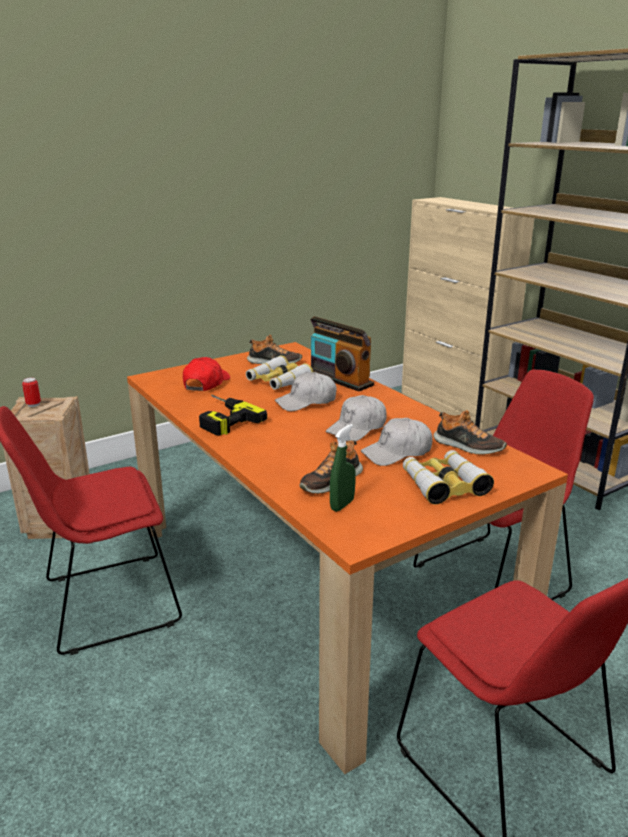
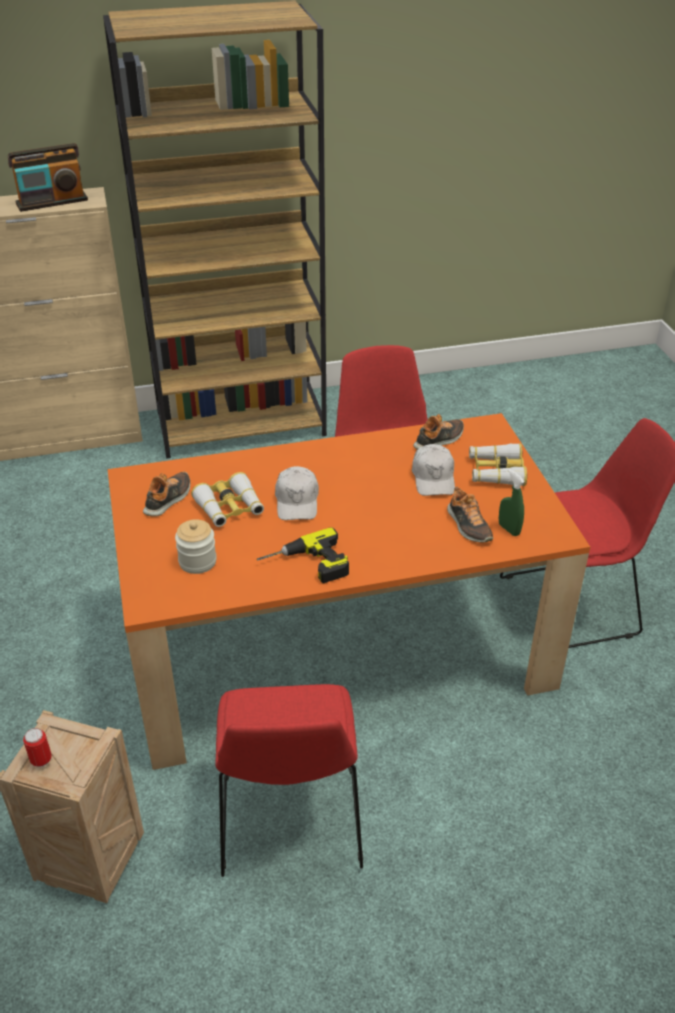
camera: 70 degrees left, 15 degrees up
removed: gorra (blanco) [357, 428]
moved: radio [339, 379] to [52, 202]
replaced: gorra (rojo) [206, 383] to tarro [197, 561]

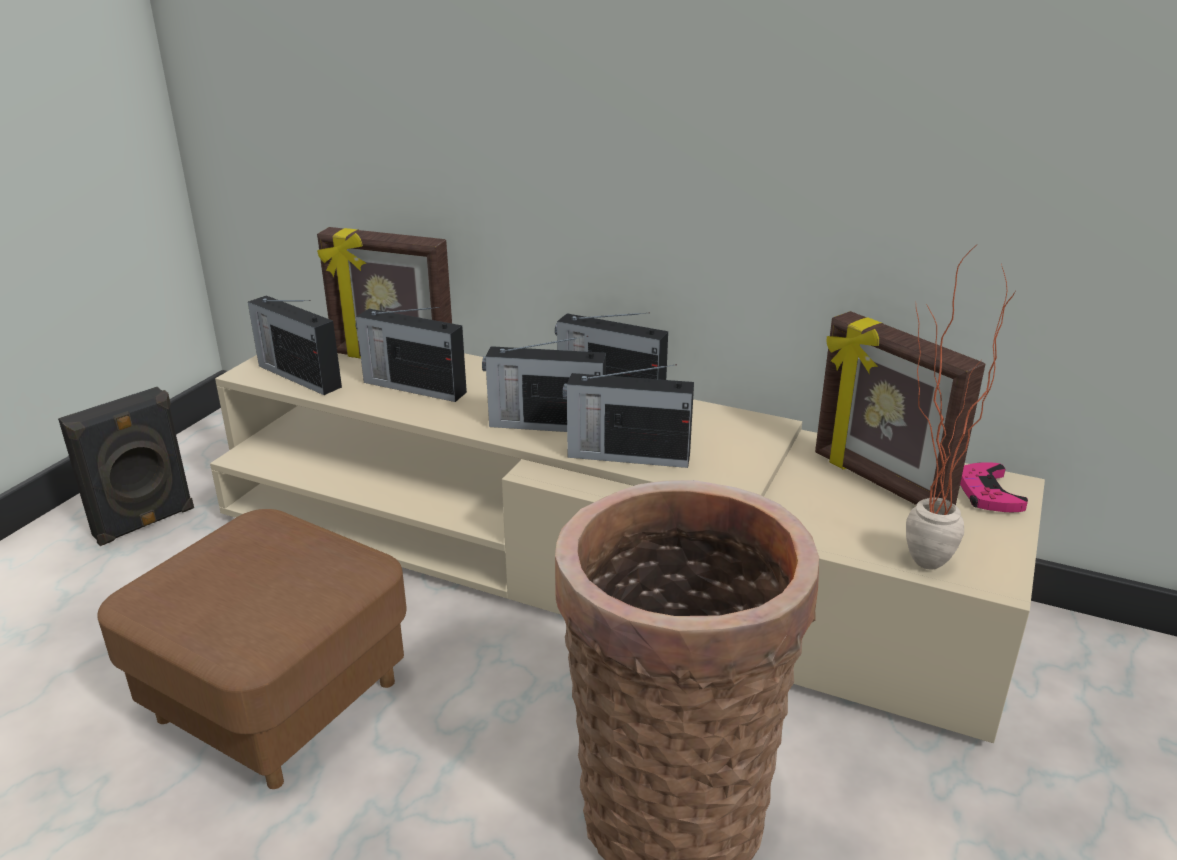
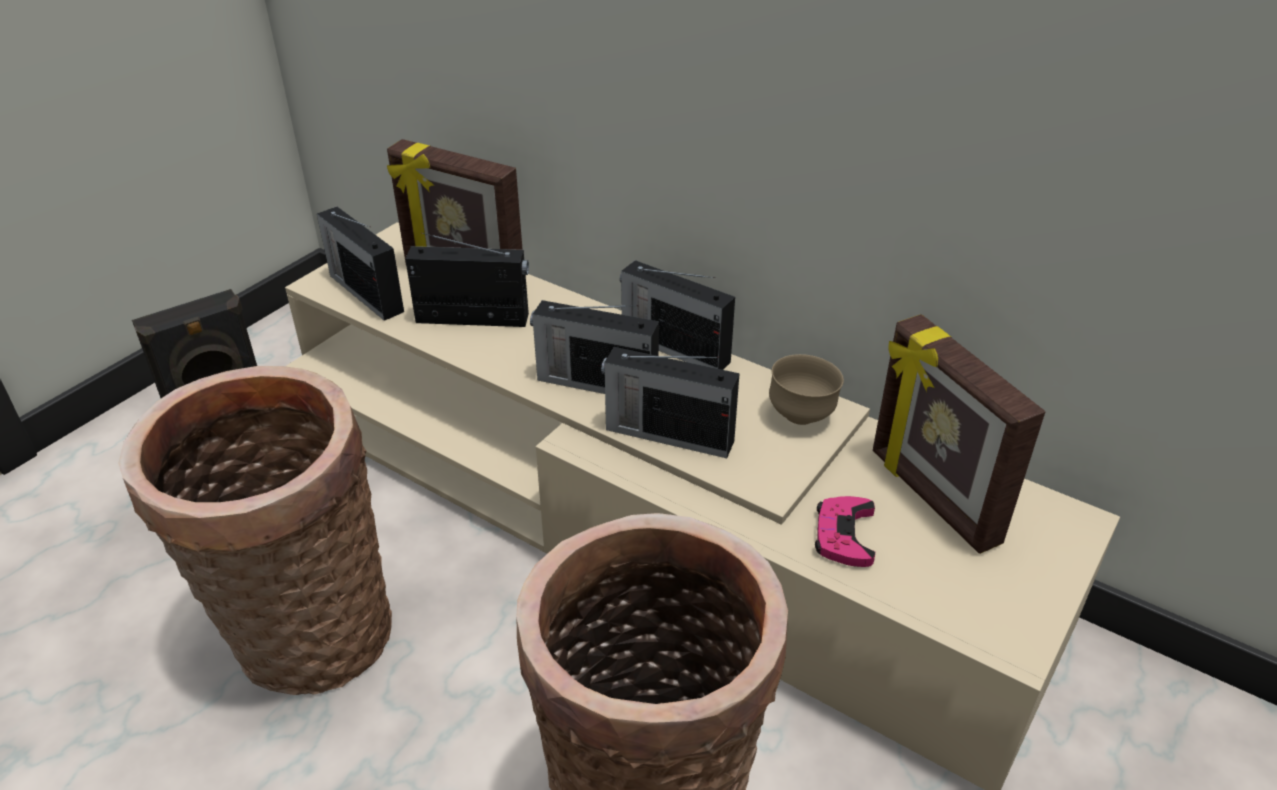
camera: 10 degrees right, 10 degrees up
removed: planta en maceta [910, 563]
added: cuenco (marrón) [801, 416]
moved: mando de consola (rosa) [987, 493] to [844, 535]
replaced: puf (marrón) [276, 700] to cesta [303, 636]
turned: radio [413, 387] = [474, 318] 150 degrees clockwise

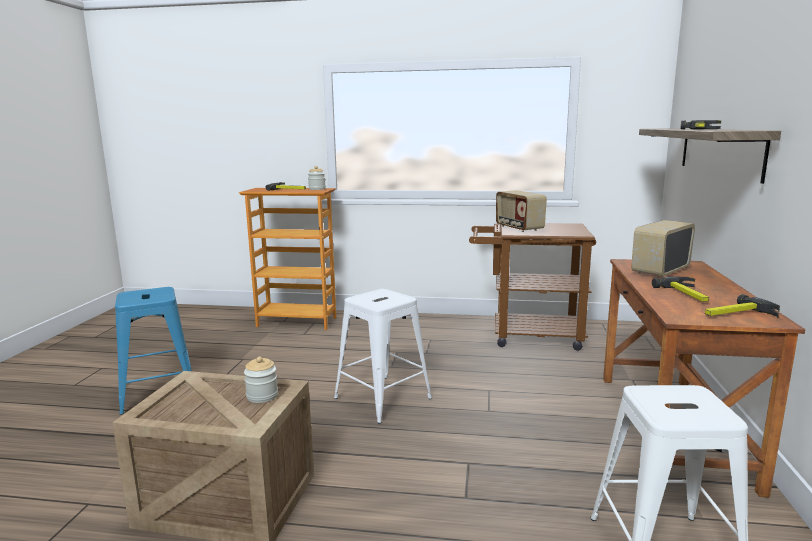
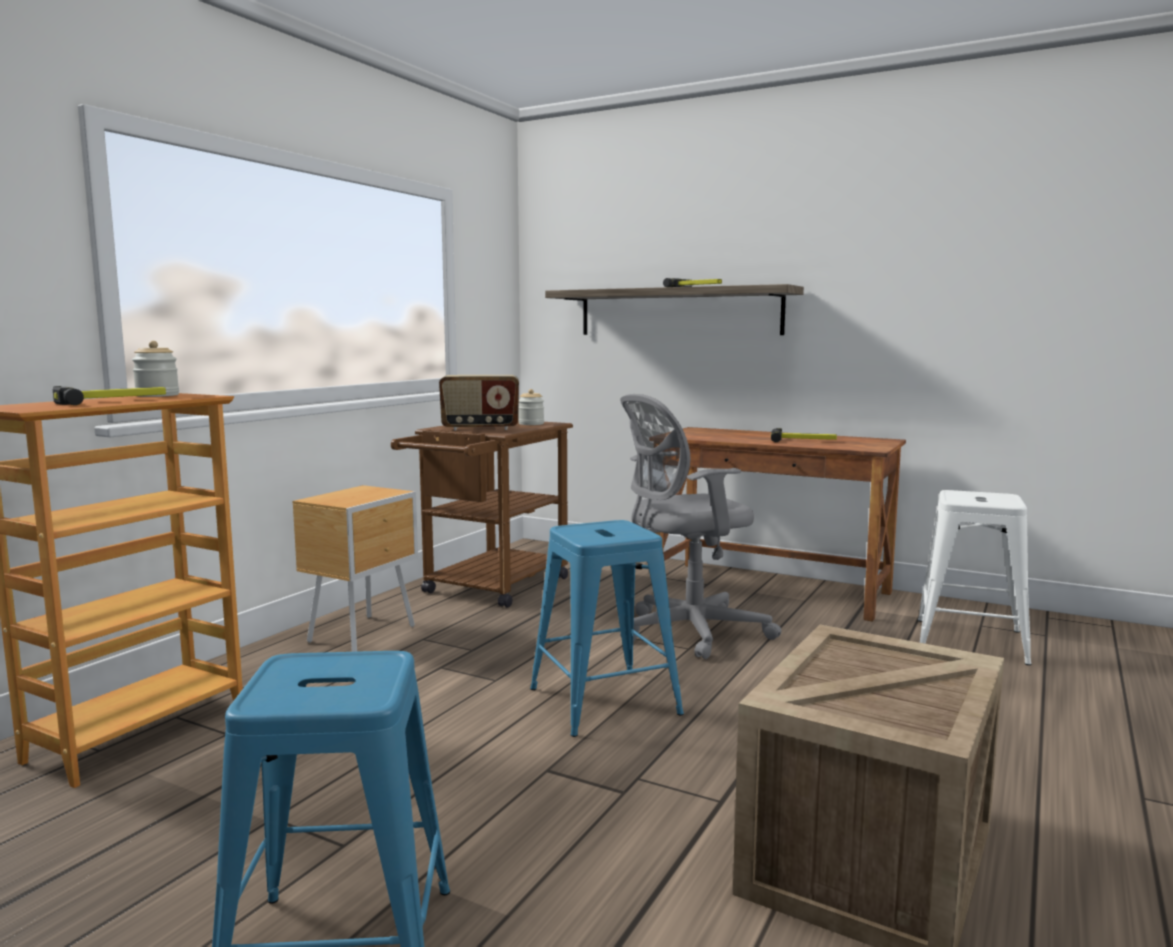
camera: 70 degrees left, 5 degrees down
removed: radio [659, 271]; martillo [737, 314]
added: silla de oficina (gris) [687, 632]; mesita de noche (marrón) [365, 634]
moved: tarro [262, 396] to [531, 424]
recoloured: taburete (blanco) [382, 398] to taburete (azul) [605, 701]

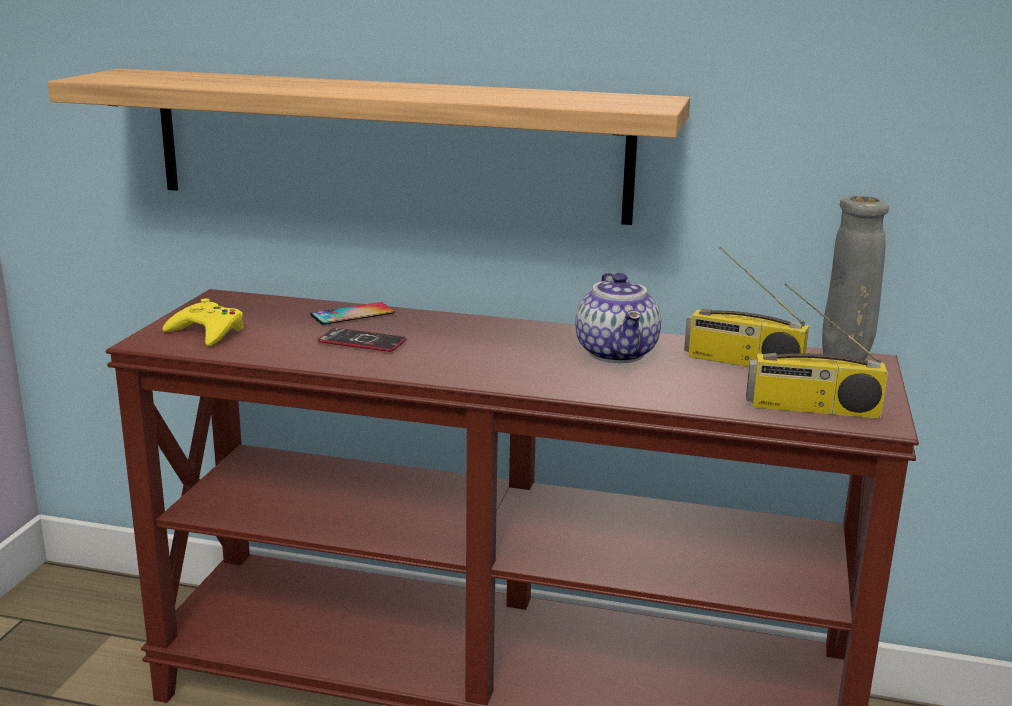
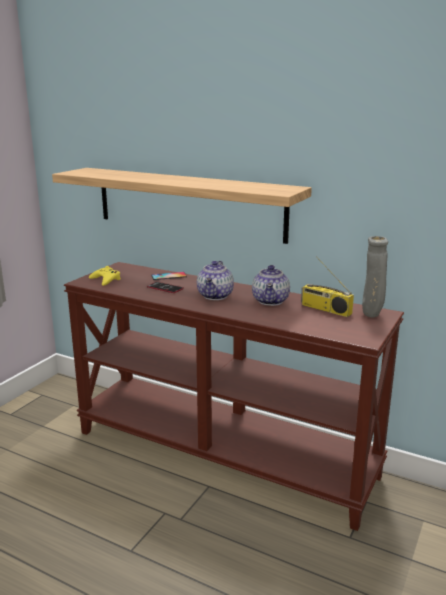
camera: 15 degrees right, 0 degrees up
removed: radio [812, 409]
added: tetera [216, 296]

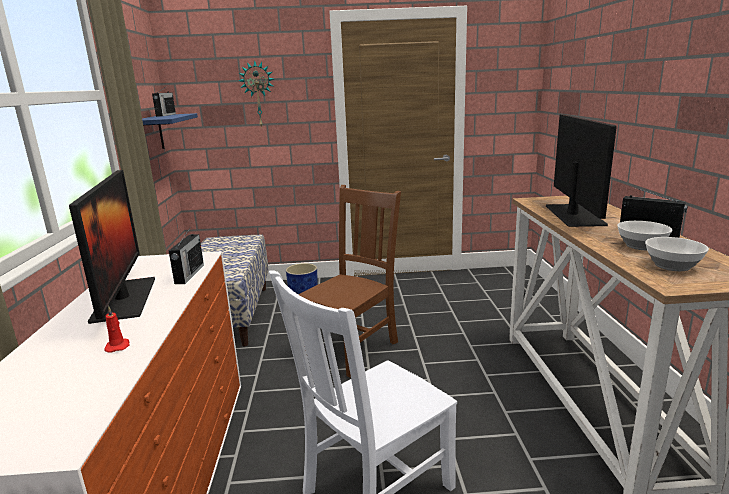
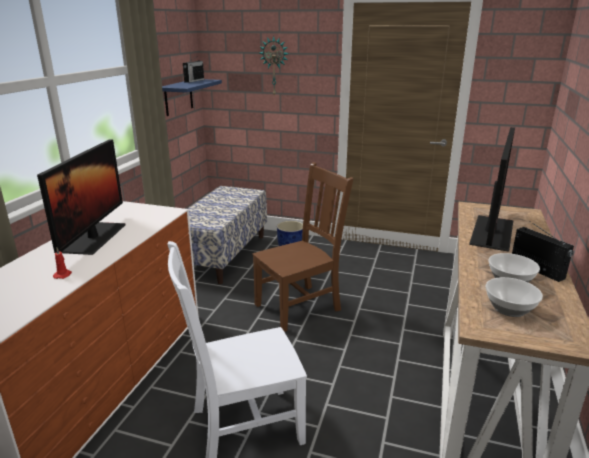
camera: 20 degrees right, 5 degrees up
removed: radio [189, 274]

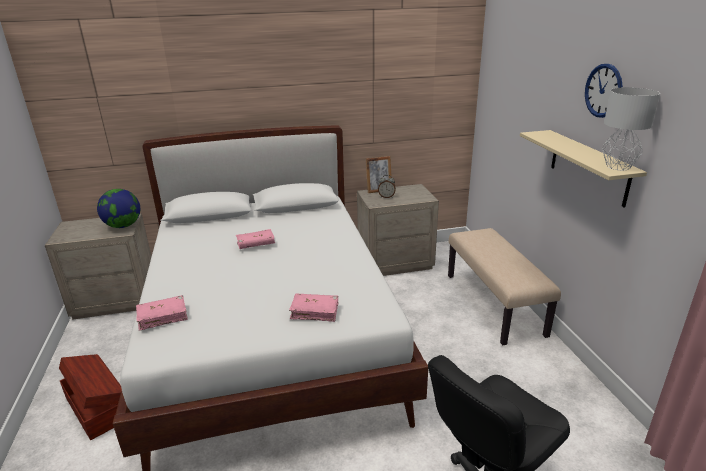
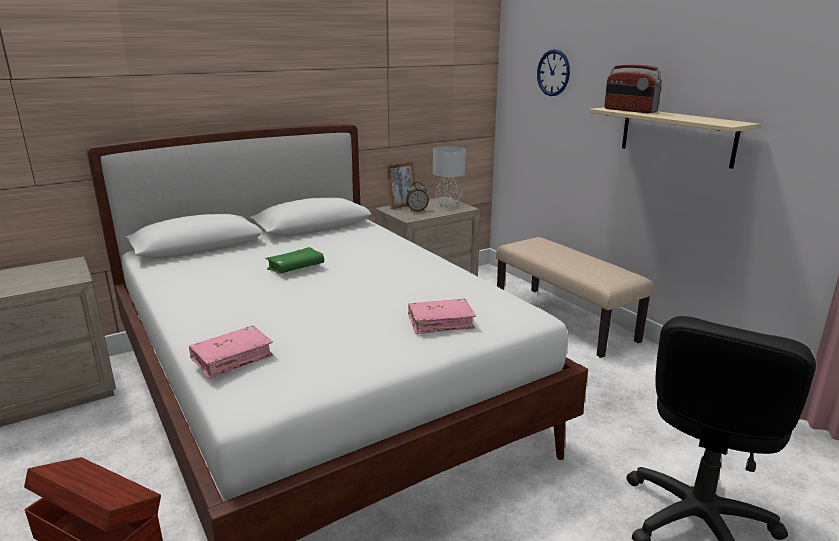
camera: 20 degrees left, 5 degrees down
removed: globo terráqueo [123, 226]
added: radio [629, 110]
moved: reloj de pared [603, 90] to [553, 73]; lámpara de mesa (gris) [618, 167] to [448, 205]
recoloured: libro (rosa) [256, 244] to libro (verde) [296, 268]

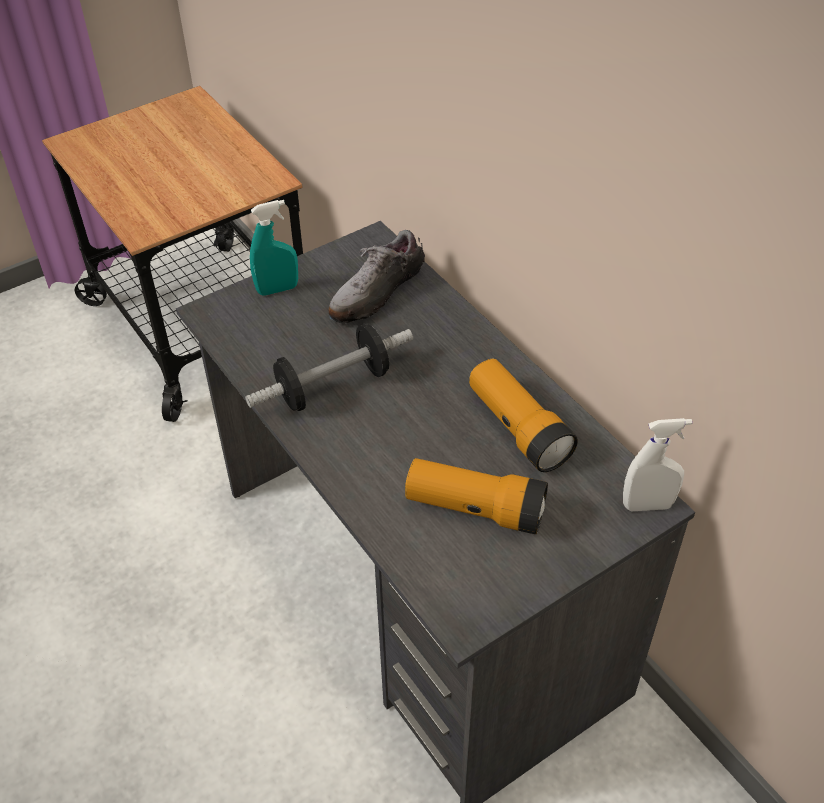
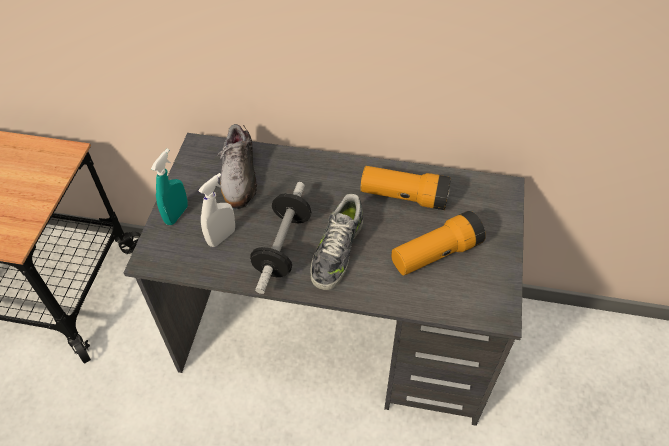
camera: 45 degrees left, 5 degrees up
added: zapato [336, 251]
moved: pulverizador (blanco) [647, 505] to [222, 237]

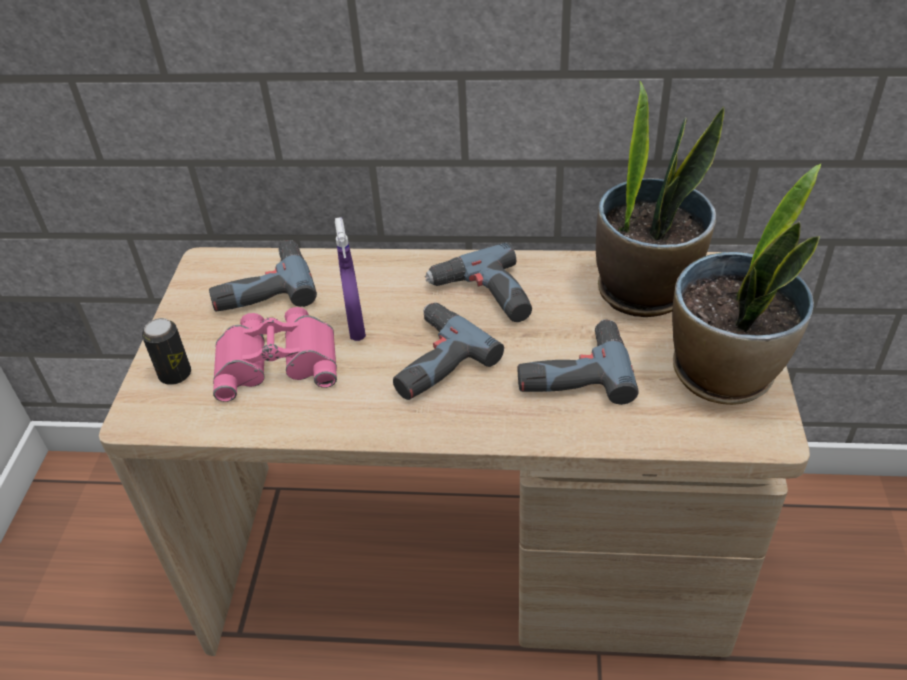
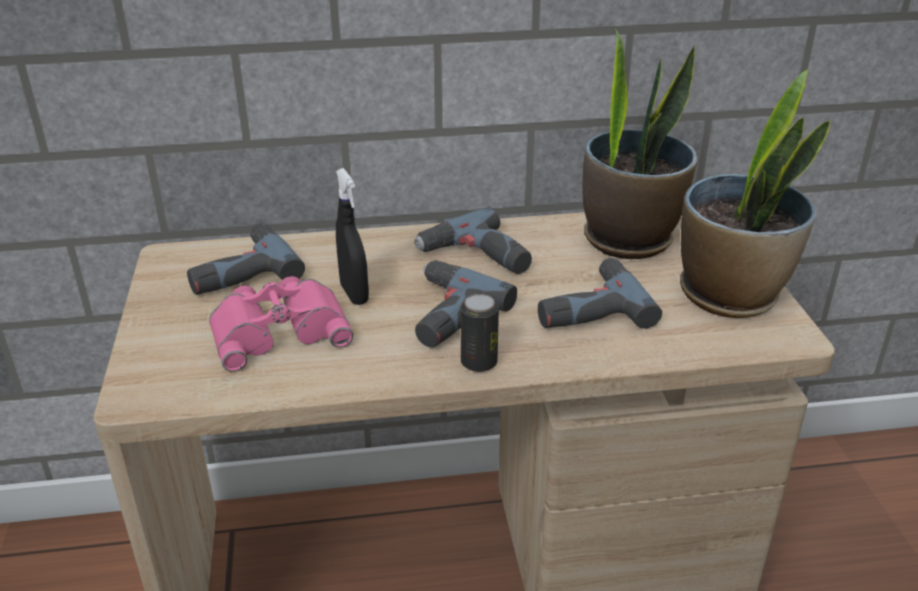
camera: 15 degrees left, 10 degrees down
moved: lata [175, 374] to [479, 362]
recoloured: pulverizador (morado) [356, 327] to pulverizador (negro) [354, 294]

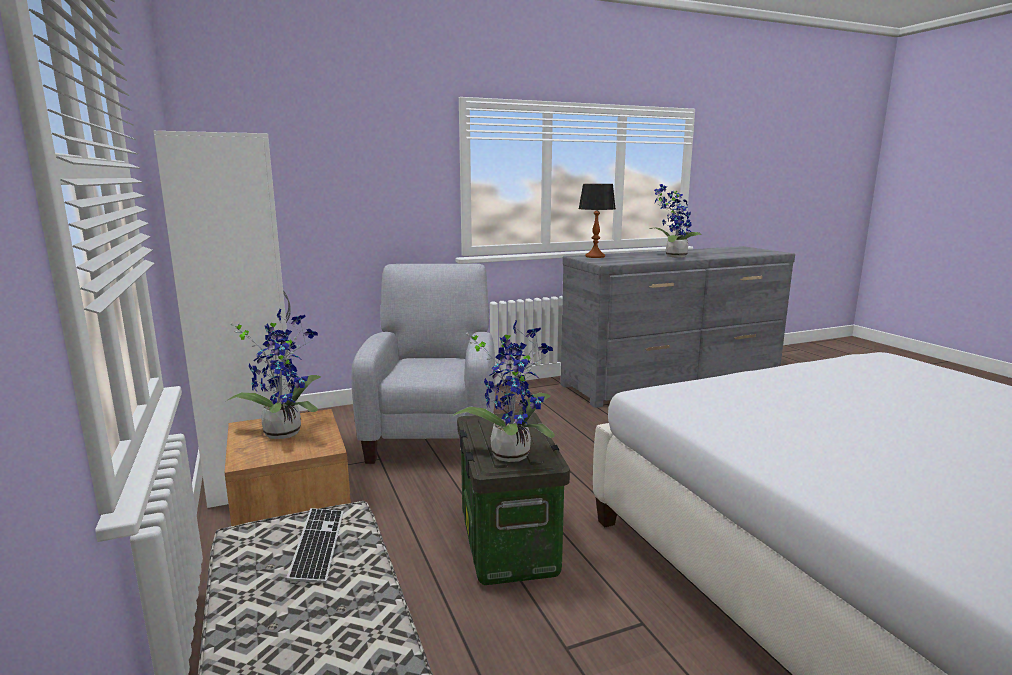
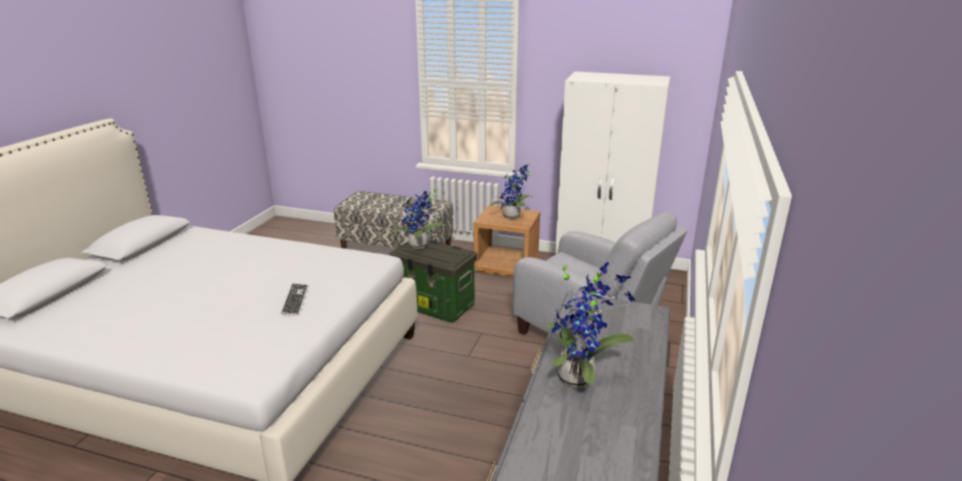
camera: 130 degrees right, 10 degrees up
removed: lámpara de mesa [595, 256]
added: teclado [295, 300]

